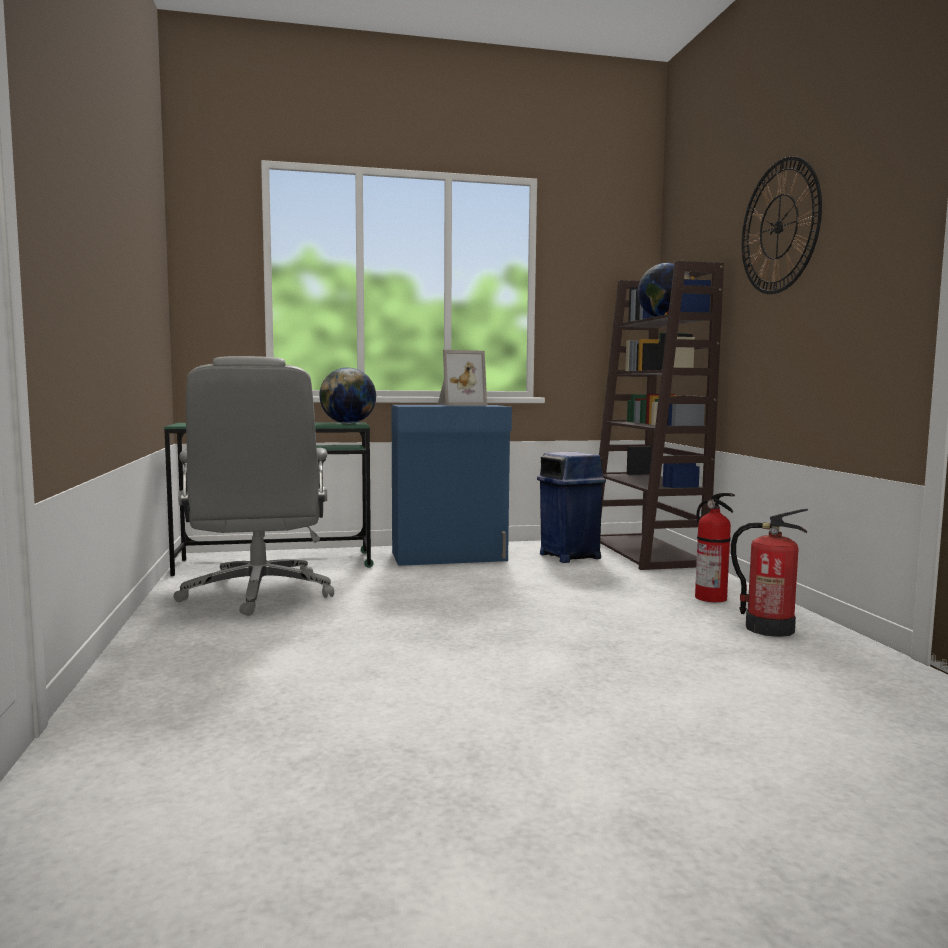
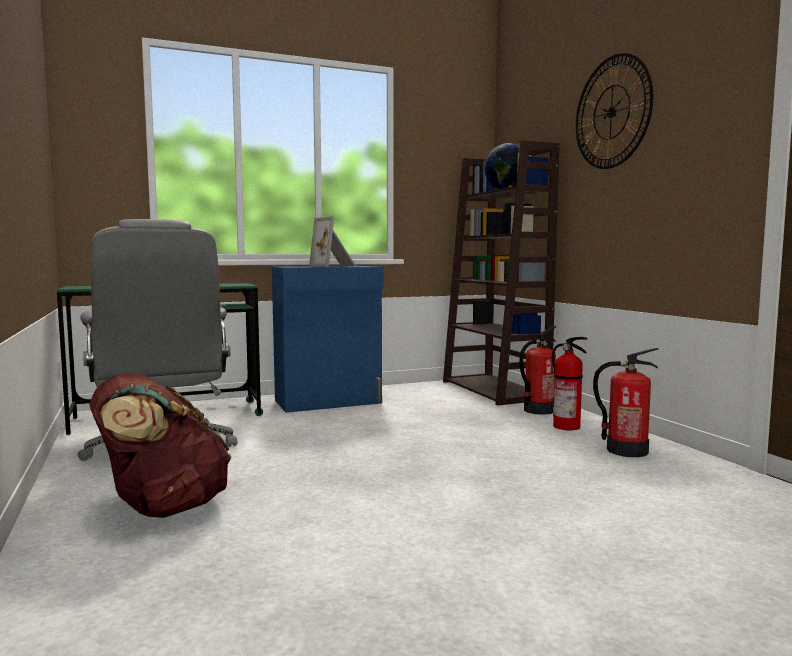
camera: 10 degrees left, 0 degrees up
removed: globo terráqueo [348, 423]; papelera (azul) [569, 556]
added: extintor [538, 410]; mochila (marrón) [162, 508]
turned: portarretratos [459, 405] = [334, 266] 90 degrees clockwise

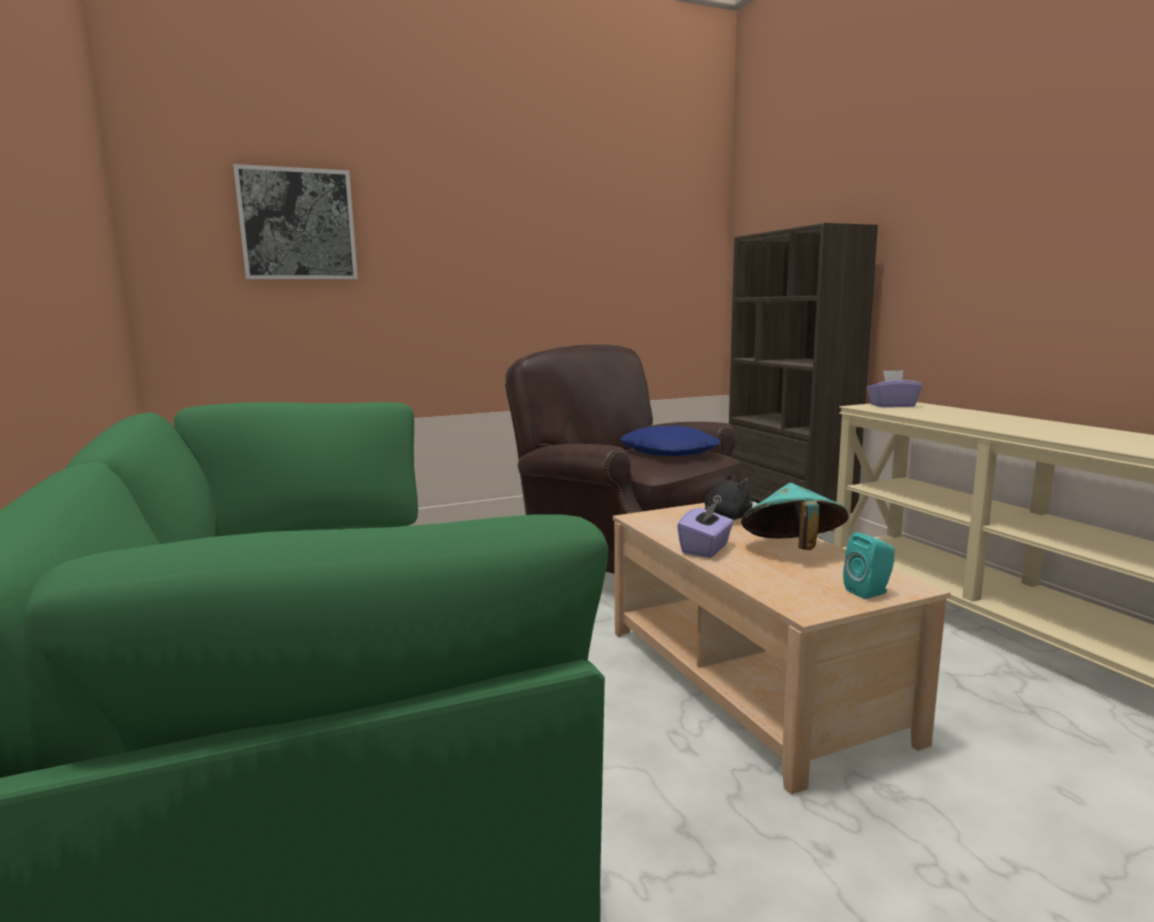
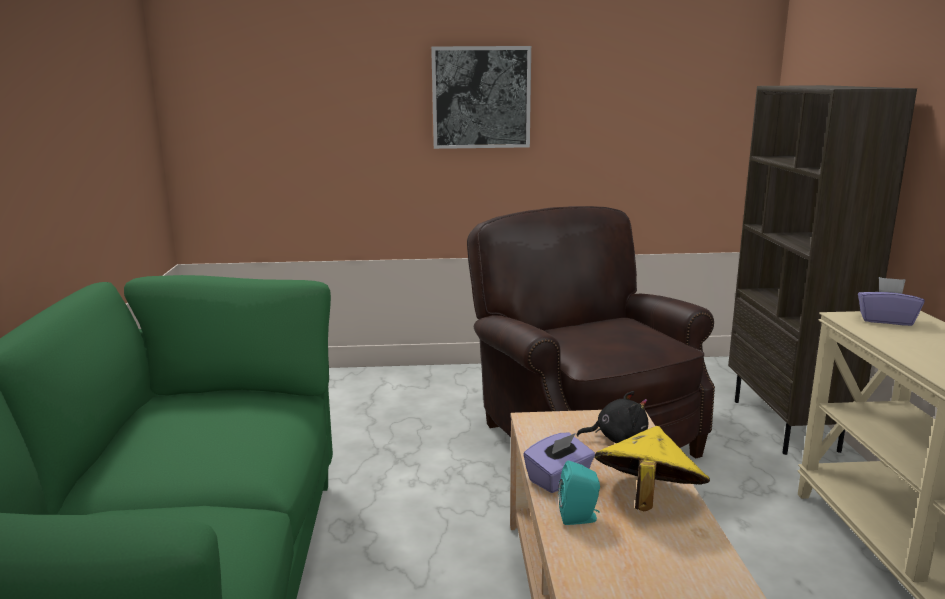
camera: 20 degrees right, 5 degrees up
removed: cojín (azul) [670, 452]
moved: cuadro [297, 224] to [481, 97]; altavoz (turquesa) [870, 592] to [580, 518]
recoloured: sombrero (turquesa) [792, 550] to sombrero (amarillo) [647, 499]

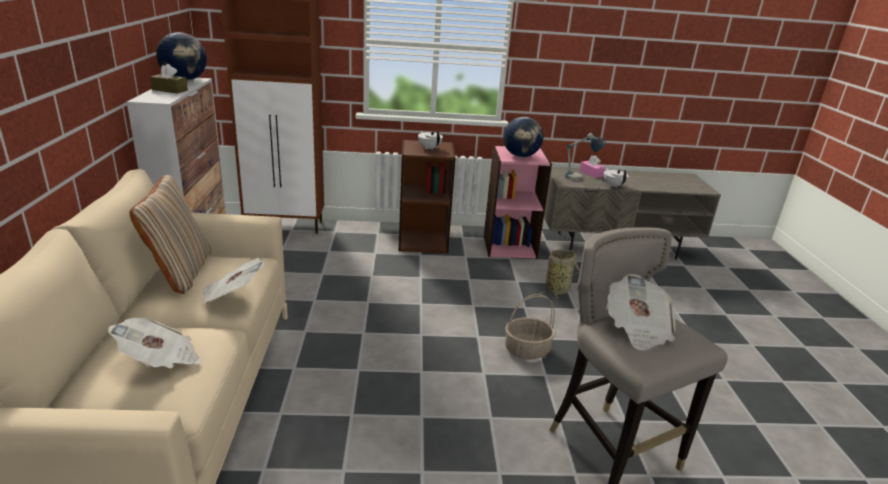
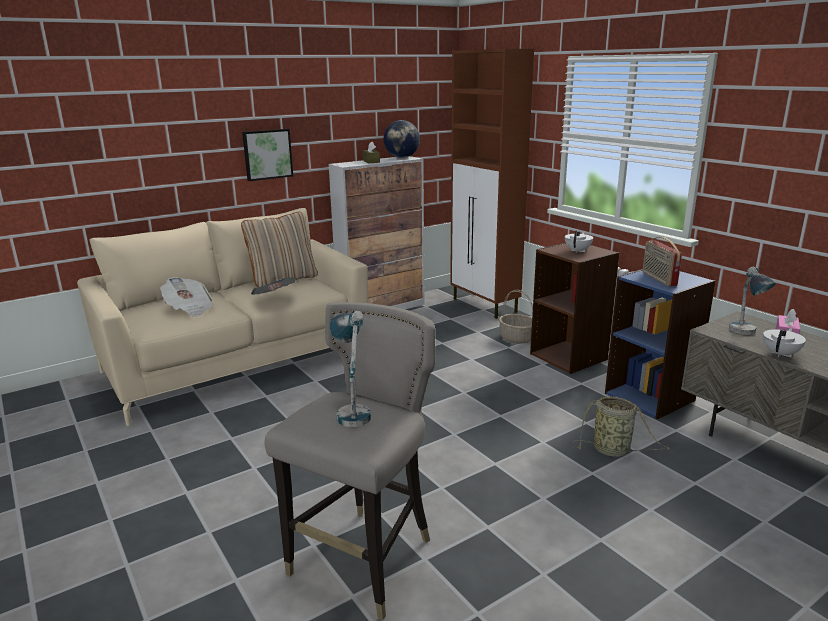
camera: 60 degrees right, 5 degrees down
added: cuadro [267, 154]
moved: cesta [527, 349] to [517, 338]
replaced: globo terráqueo [521, 156] to radio [658, 279]; periódico [637, 329] to lámpara de mesa [352, 410]
recoloured: estantería (rosa) [509, 246] to estantería (azul) [650, 397]

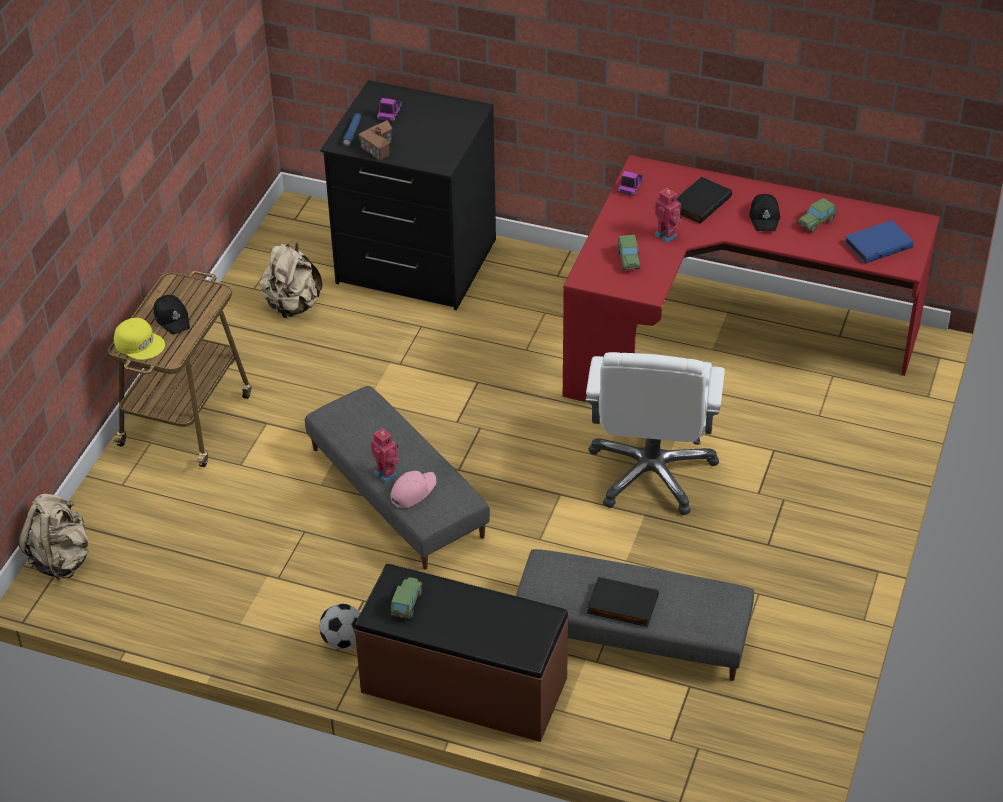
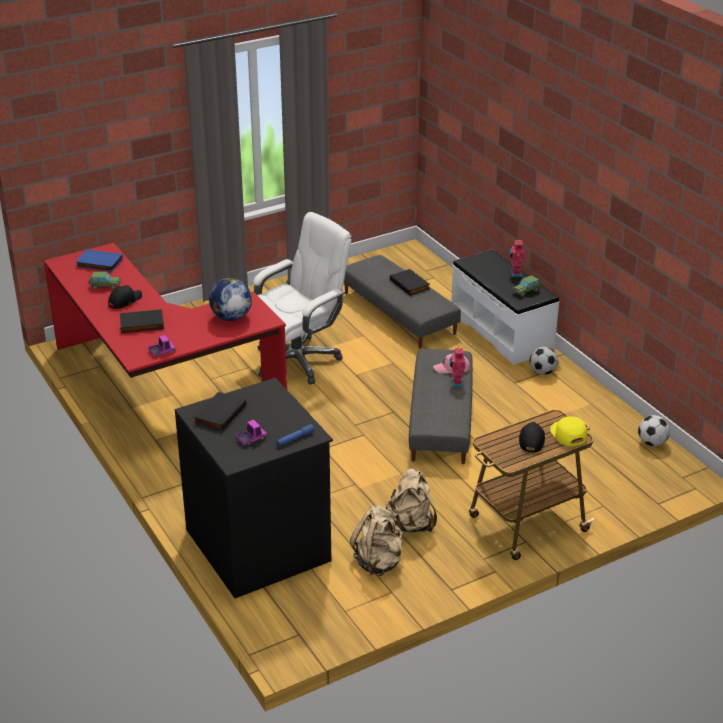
camera: 140 degrees left, 10 degrees down
removed: casita [377, 145]
added: libro (negro) [219, 413]; balón de fútbol [652, 443]
moved: robot de juguete [667, 235] to [515, 273]; mochila (beis) [61, 559] to [410, 524]
replaced: coche de juguete [628, 260] to globo terráqueo [231, 317]
recoloured: banco (marrón) [463, 686] to banco (blanco) [502, 331]

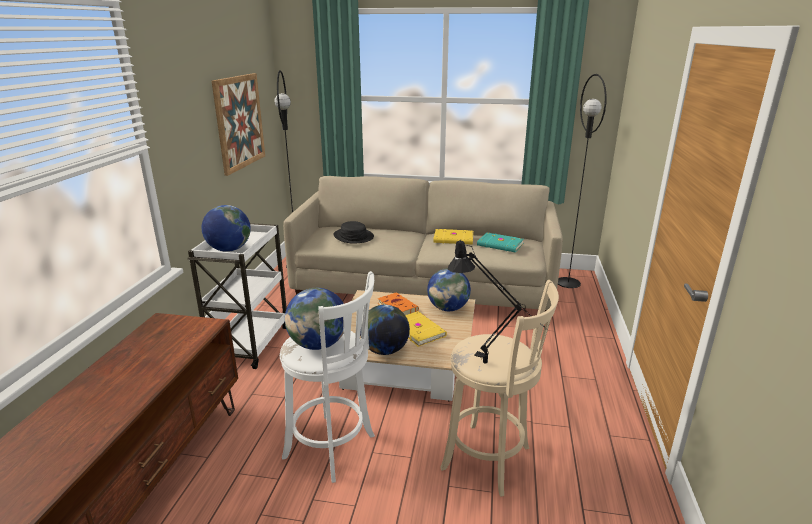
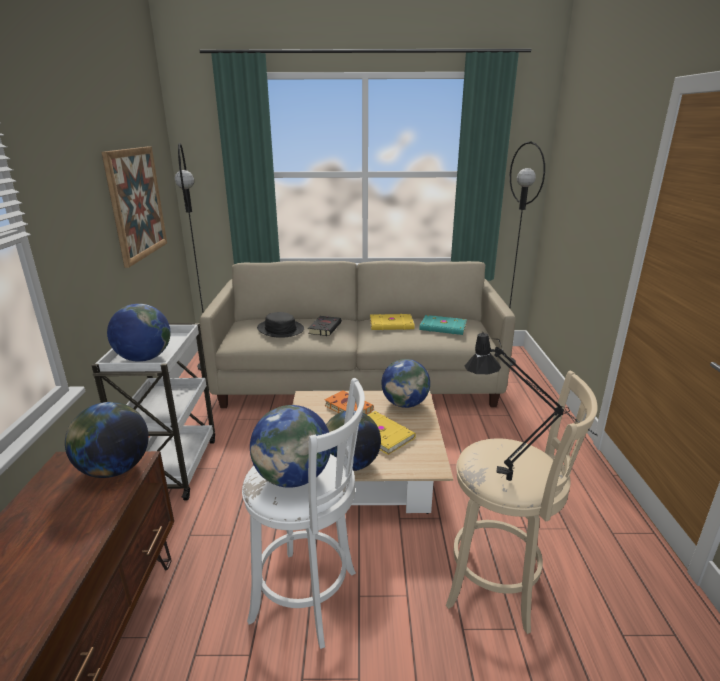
camera: 10 degrees left, 0 degrees up
added: libro (negro) [325, 328]; globo terráqueo [114, 469]

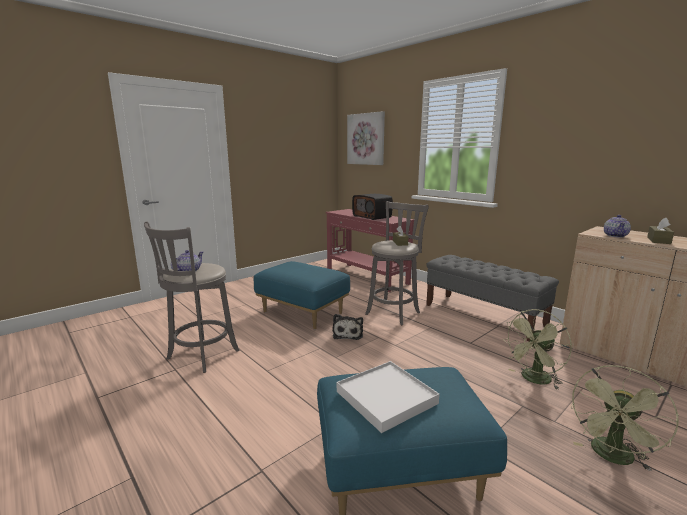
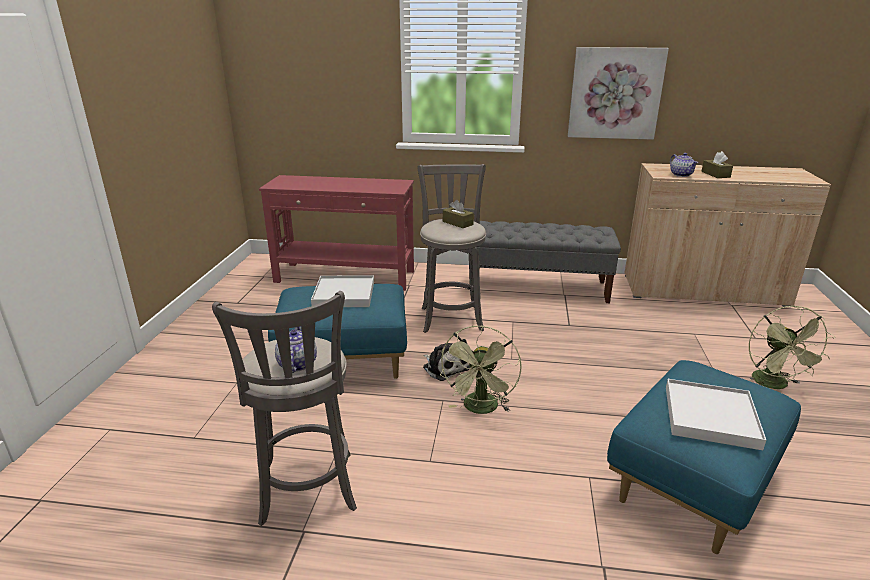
camera: 40 degrees left, 10 degrees up
removed: radio [372, 216]
added: bandeja (blanco) [344, 294]
moved: cuadro [366, 139] to [615, 93]; ventilador (verde) [533, 380] to [480, 409]

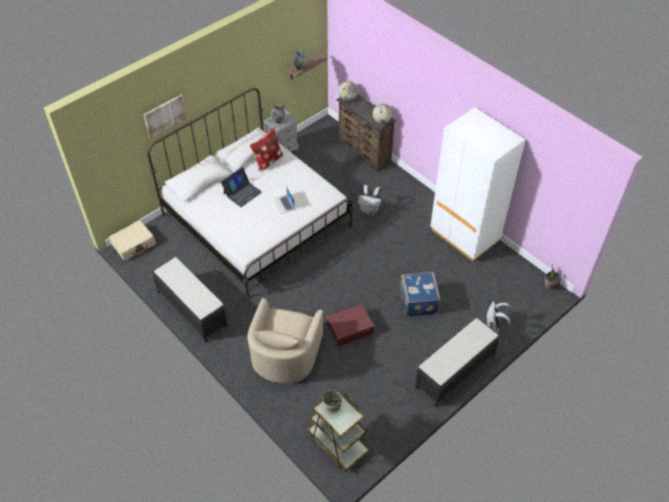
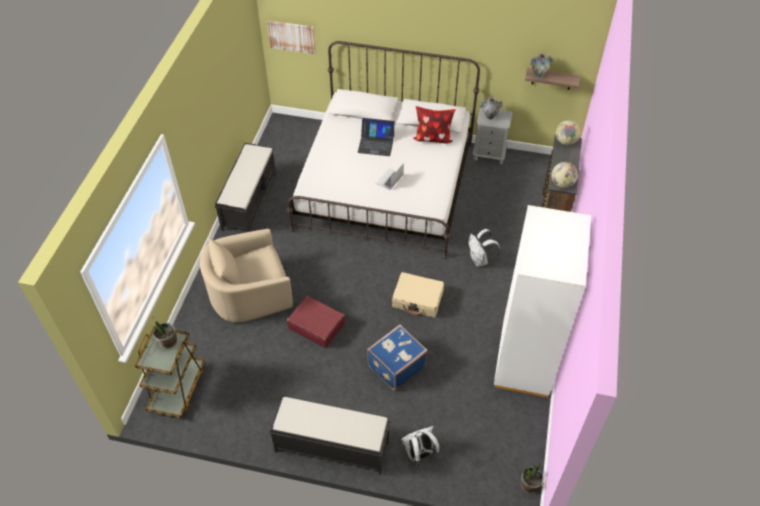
camera: 55 degrees right, 0 degrees up
moved: cuadro [164, 115] to [291, 36]; maleta (beis) [134, 244] to [418, 299]

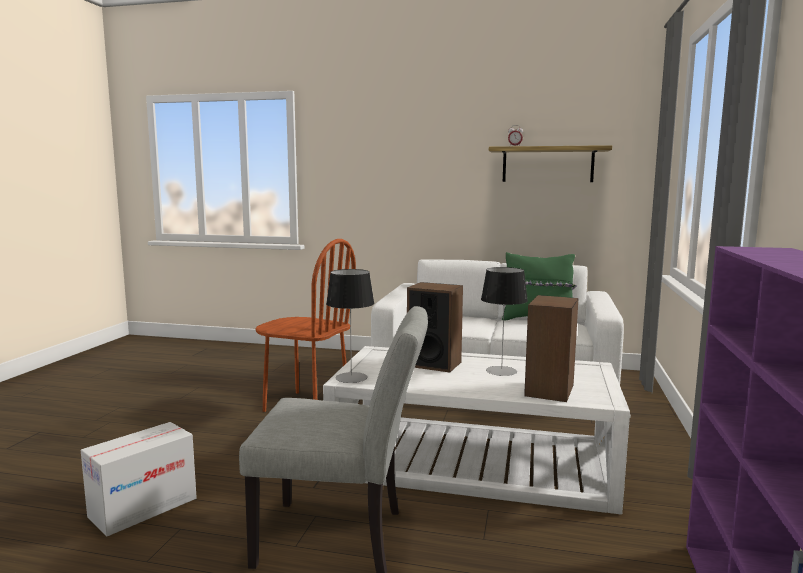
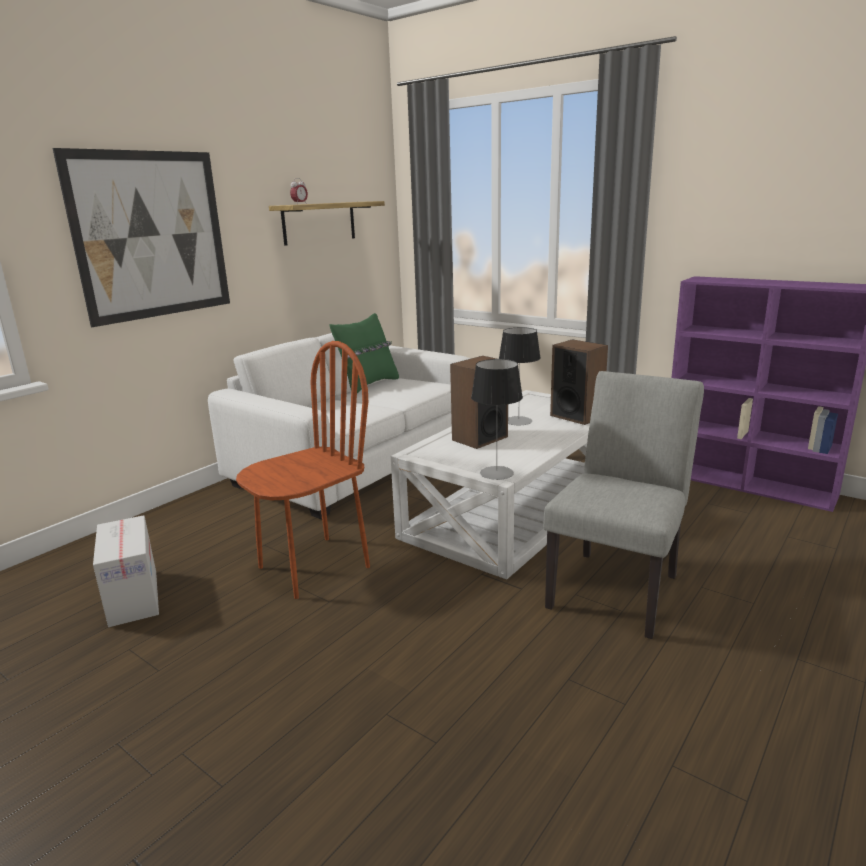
camera: 65 degrees left, 10 degrees up
added: cuadro [152, 235]
moved: caja de cartón [143, 507] to [133, 597]

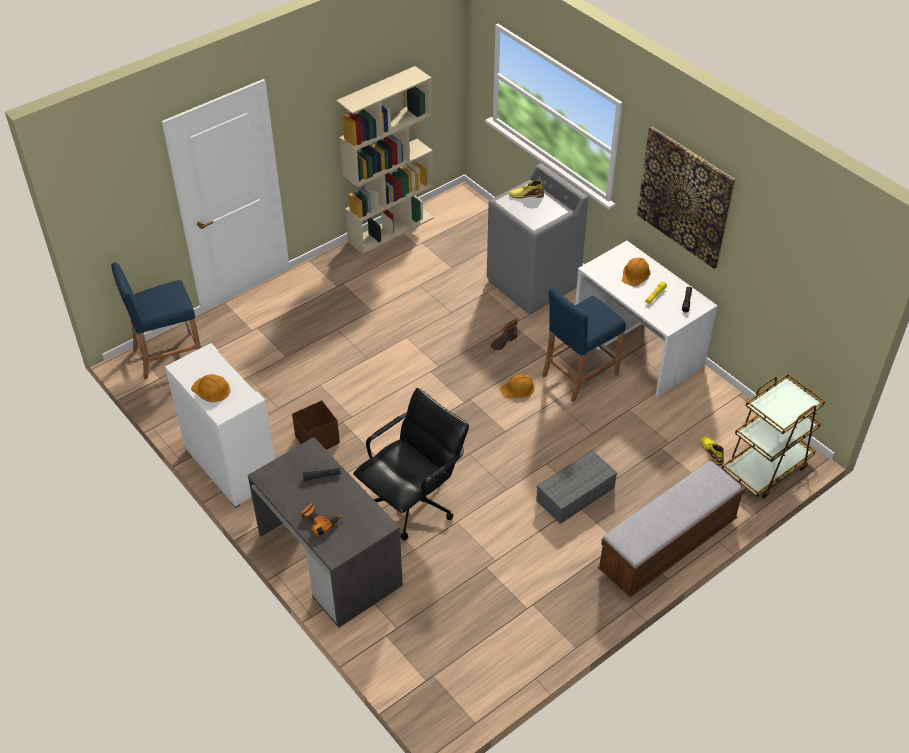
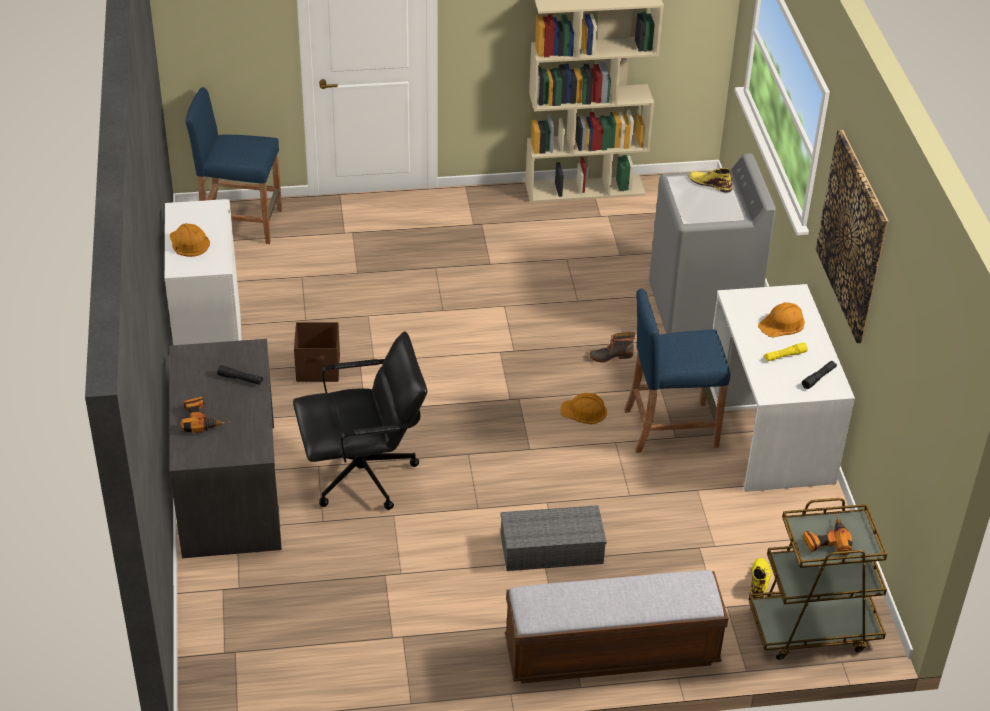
camera: 30 degrees right, 5 degrees down
added: taladro [825, 540]

